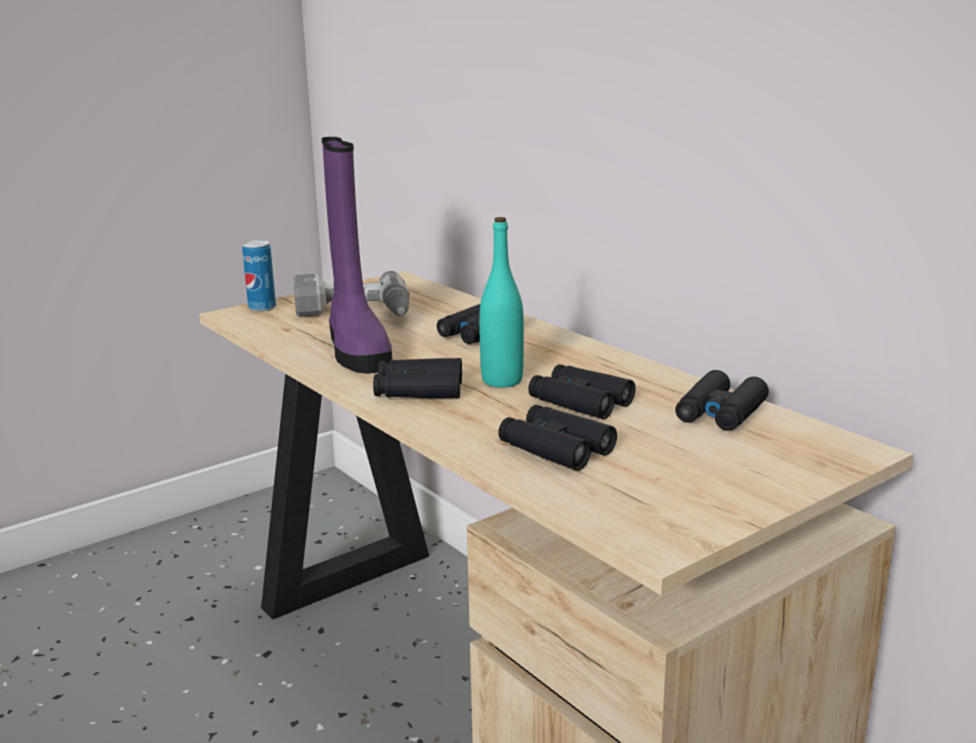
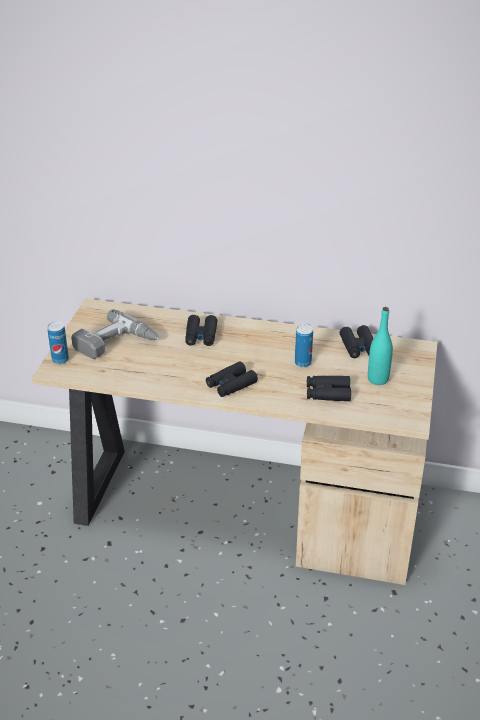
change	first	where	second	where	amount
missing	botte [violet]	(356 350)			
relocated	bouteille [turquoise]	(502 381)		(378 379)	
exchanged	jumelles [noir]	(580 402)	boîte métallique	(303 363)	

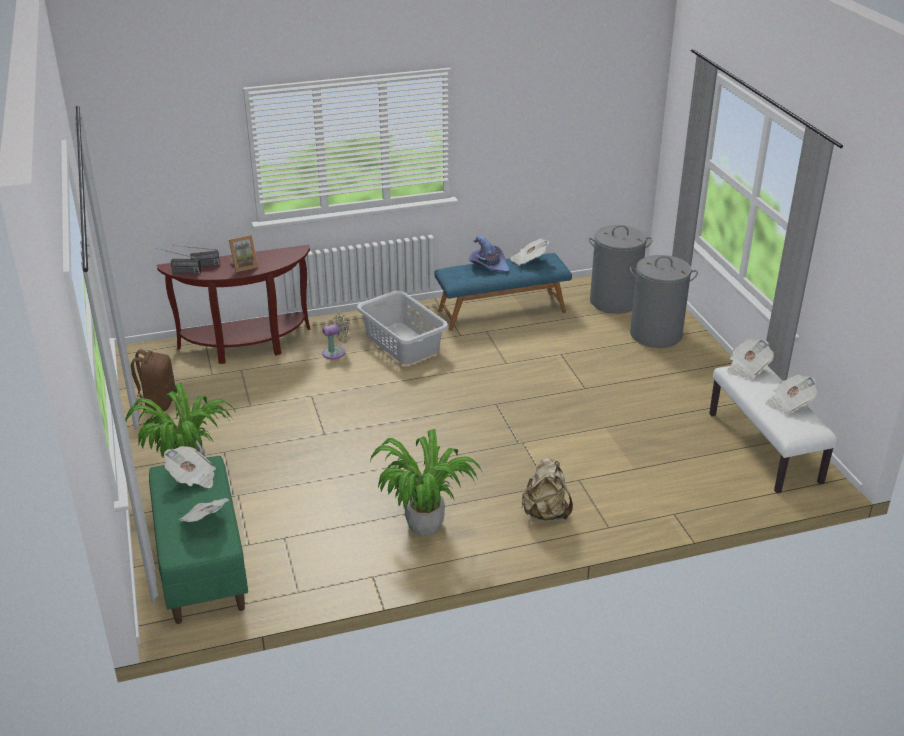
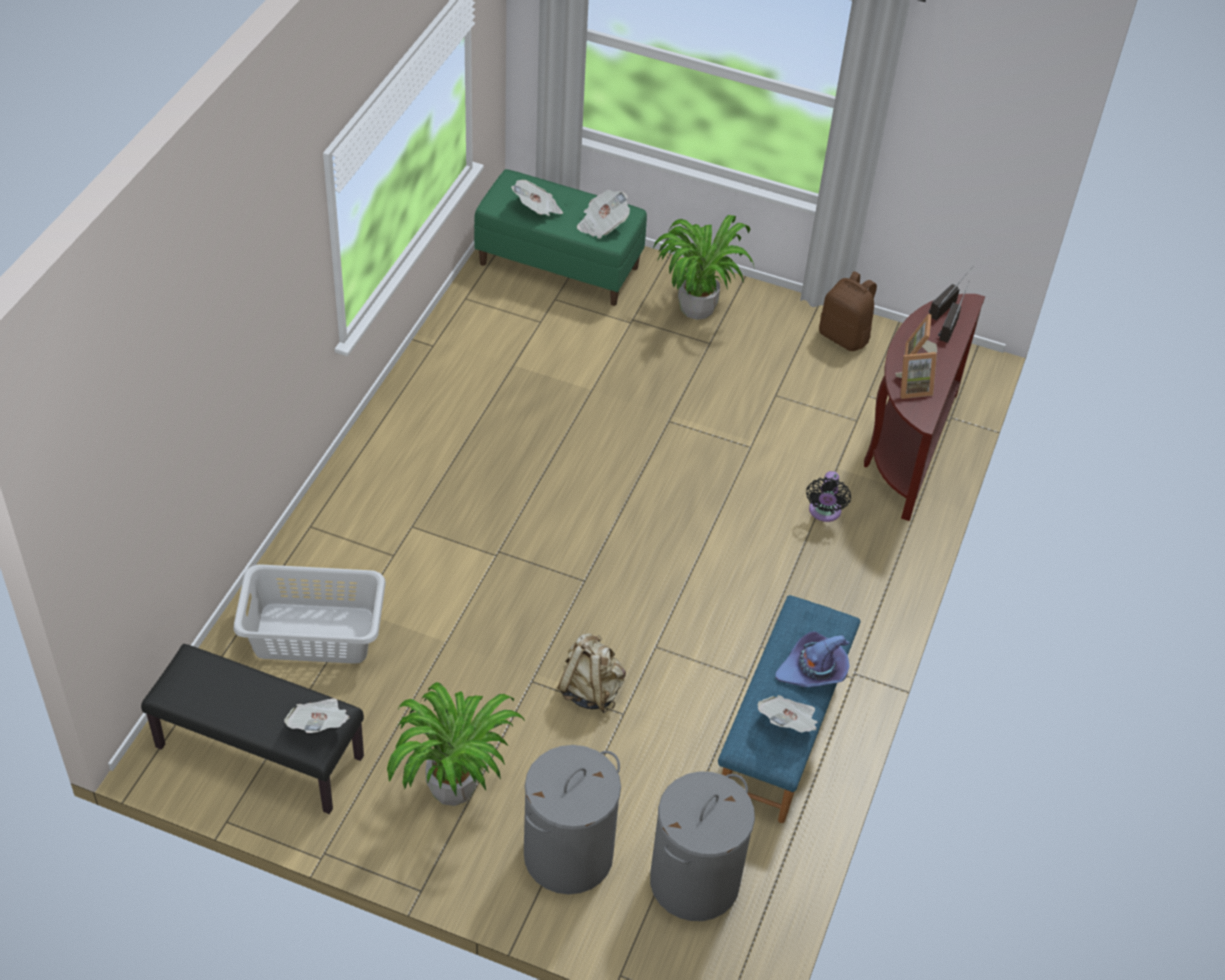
change	first	where	second	where	amount
relocated	panier à linge [gris]	(402 344)		(313 633)	
colour	ventilateur [beige]	(336 352)	ventilateur [noir]	(824 512)	
colour	banc [blanc]	(765 448)	banc [noir]	(258 753)	
missing	journal	(789 404)			
relocated	plante en pot	(424 525)		(453 786)	
relocated	sac à dos [beige]	(545 512)		(590 690)	
appeared			cadre photo	(912 388)	

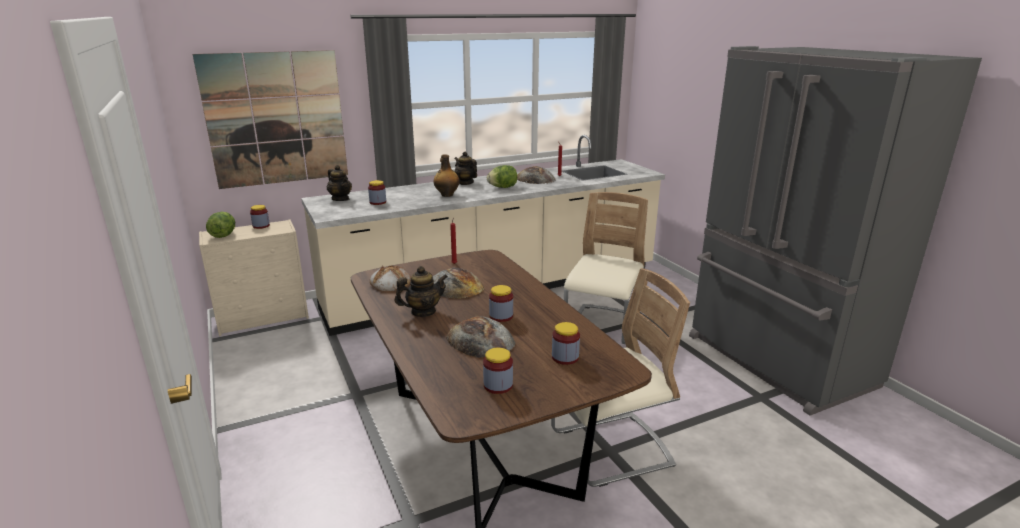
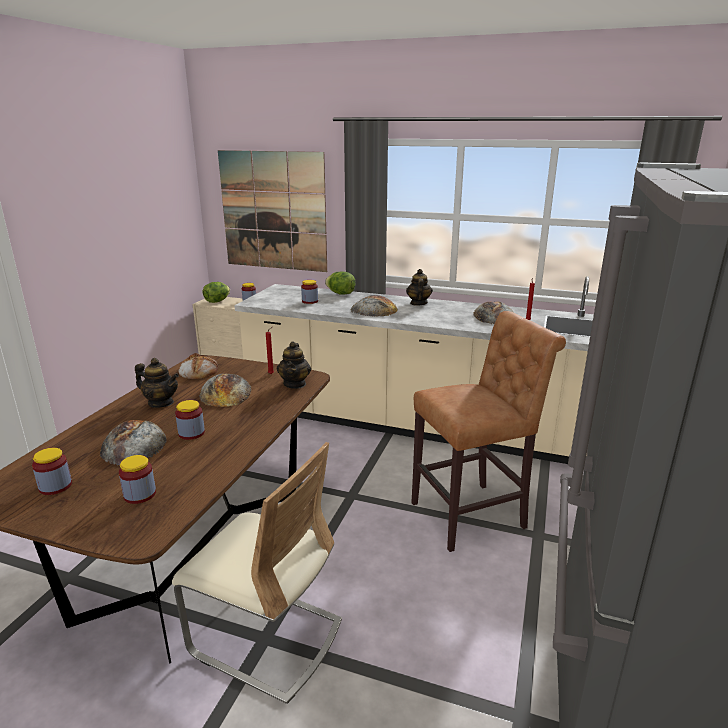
change	first	where	second	where	amount
exchanged	bouteille	(446 195)	pain	(374 310)	
relocated	théière	(340 199)		(295 384)	
relocated	laitue	(503 187)		(341 293)	
exchanged	chaise [beige]	(602 326)	tabouret [marron]	(473 514)	

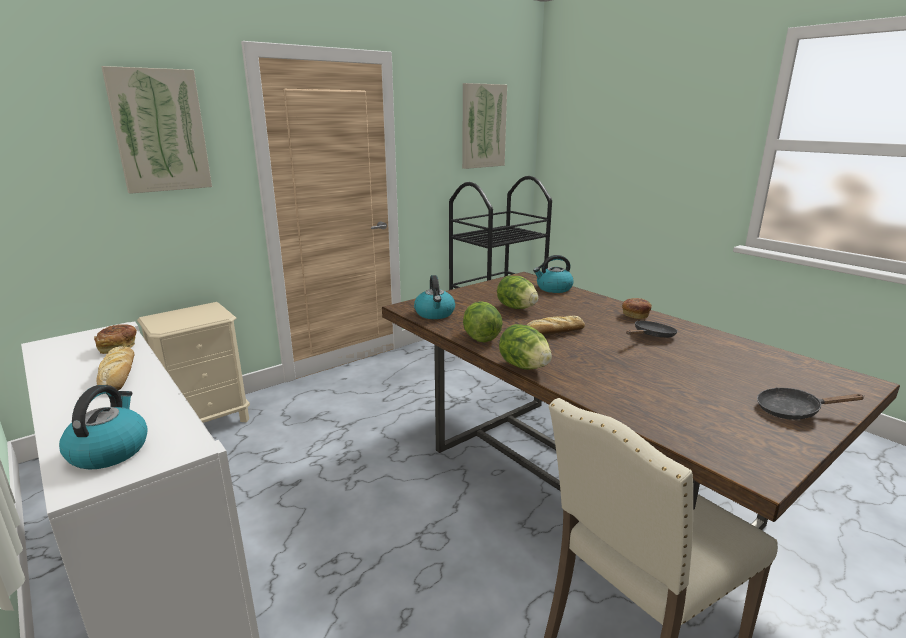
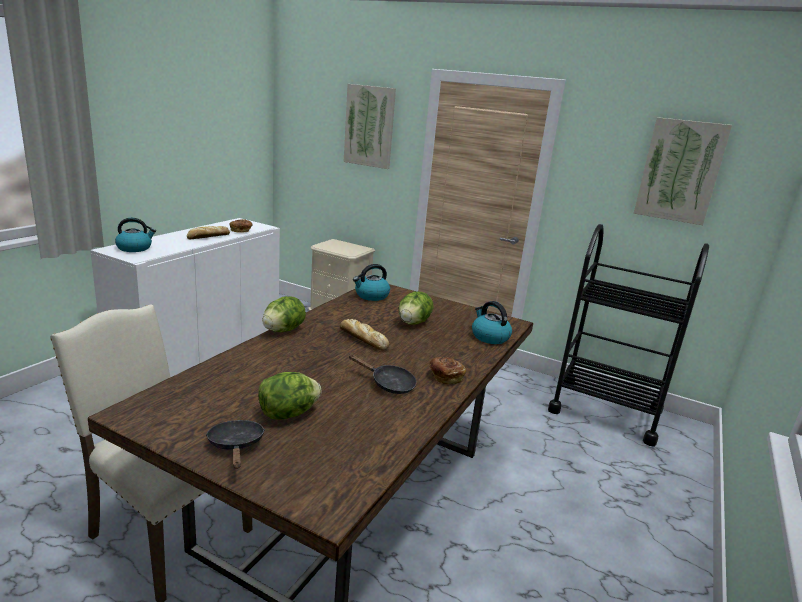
change	first	where	second	where	amount
relocated	laitue	(481 338)		(288 414)	

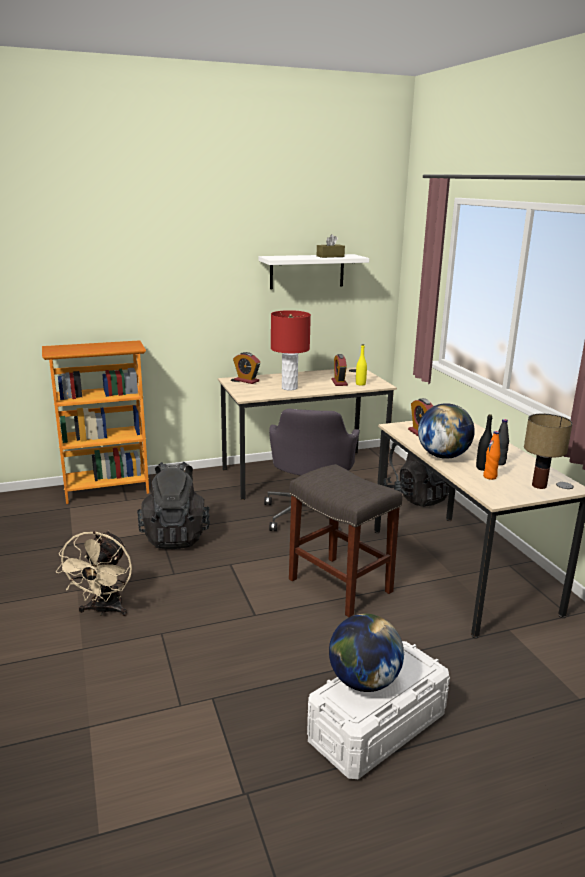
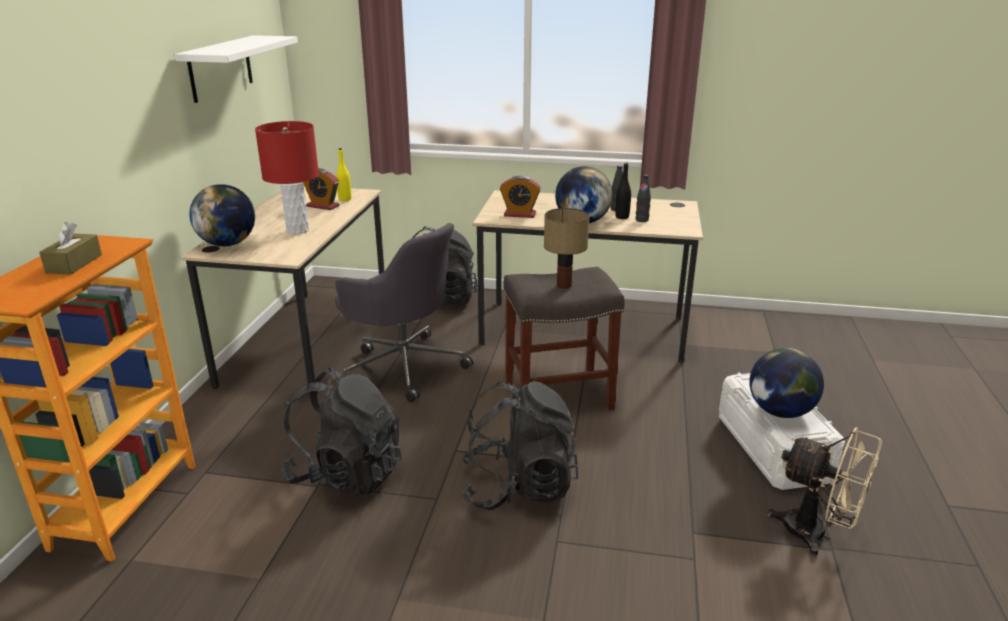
change	first	where	second	where	amount
relocated	boîte à mouchoirs [marron]	(330 256)		(74 264)	
exchanged	réveil	(246 380)	globe	(227 244)	
relocated	lampe de table	(539 485)		(563 285)	
colour	bouteille [orange]	(490 477)	bouteille [noir]	(642 220)	
relocated	ventilateur [beige]	(104 610)		(816 534)	
appeared			sac à dos [noir]	(518 487)	

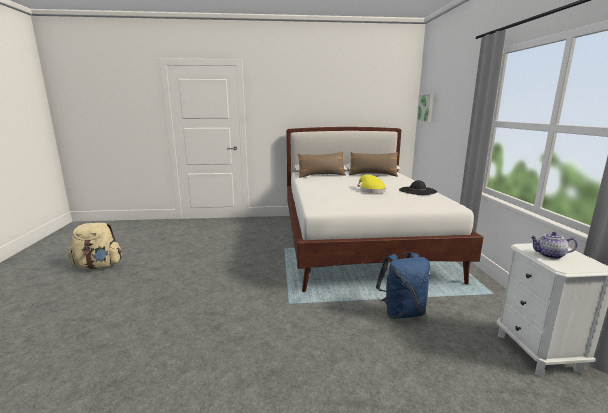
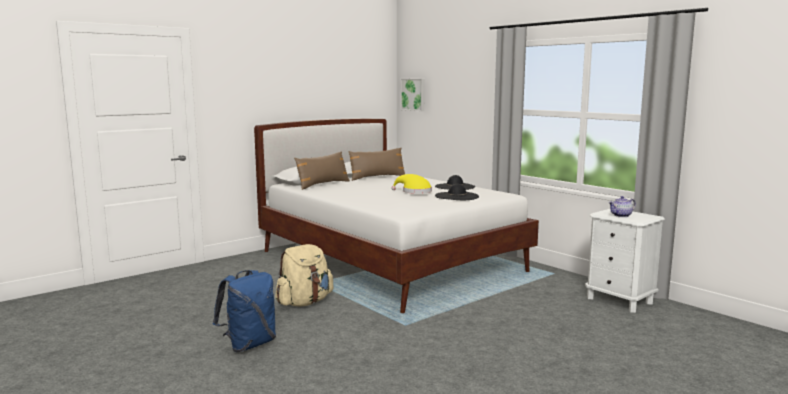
change	first	where	second	where	amount
relocated	sac à dos [beige]	(98 266)		(304 302)	
relocated	sac à dos [bleu]	(401 312)		(249 344)	
appeared			chapeau [noir]	(456 196)	

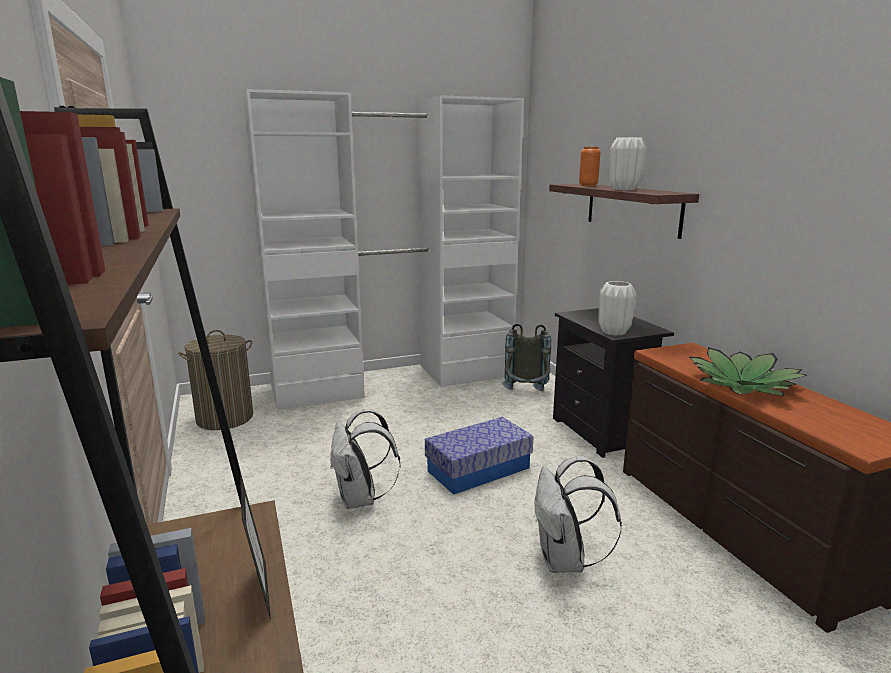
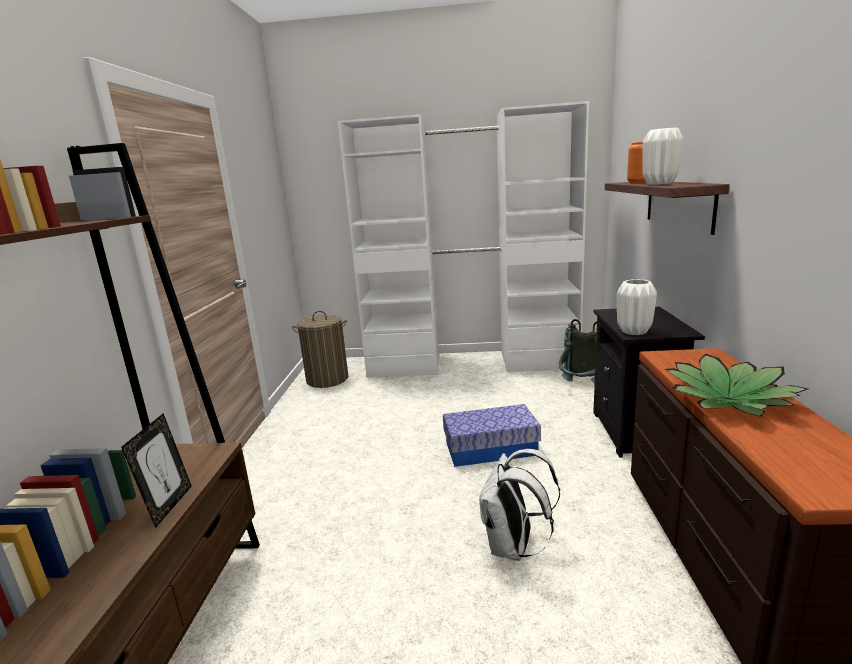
change	first	where	second	where	amount
missing	sac à dos [blanc]	(361 499)			

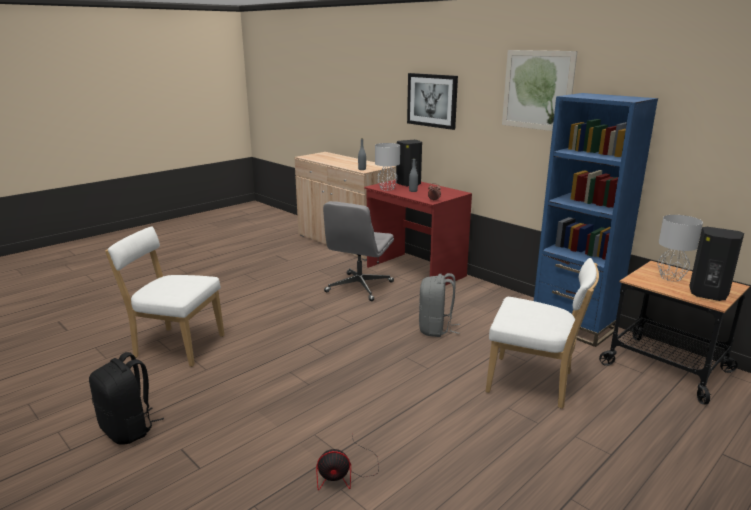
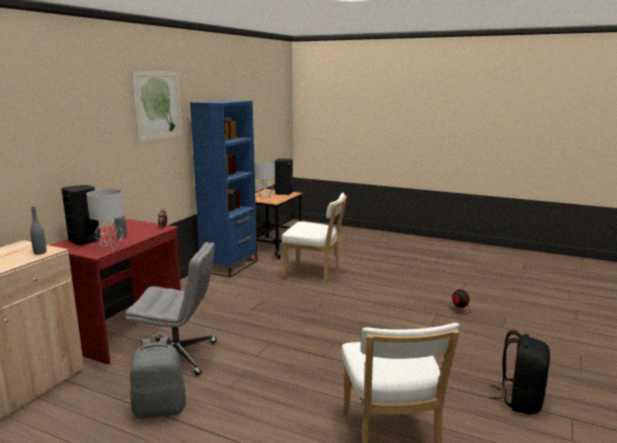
change	first	where	second	where	amount
missing	tableau	(432 100)			
spun	chaise [blanc]	(534 383)		(315 273)	105 degrees clockwise
relocated	sac à dos [gris]	(436 329)		(160 409)	

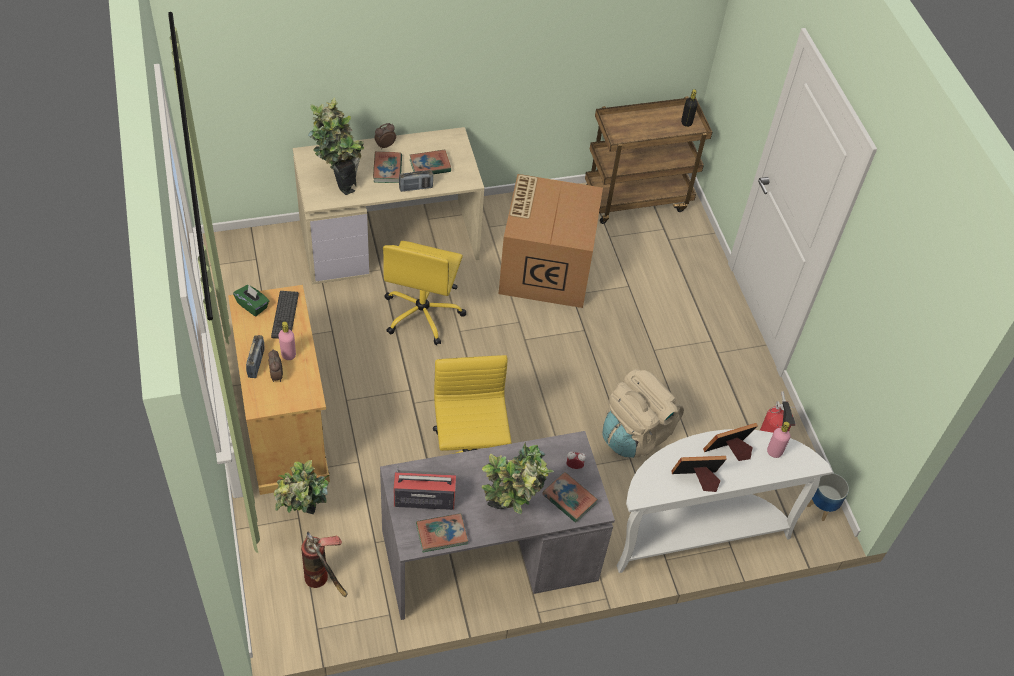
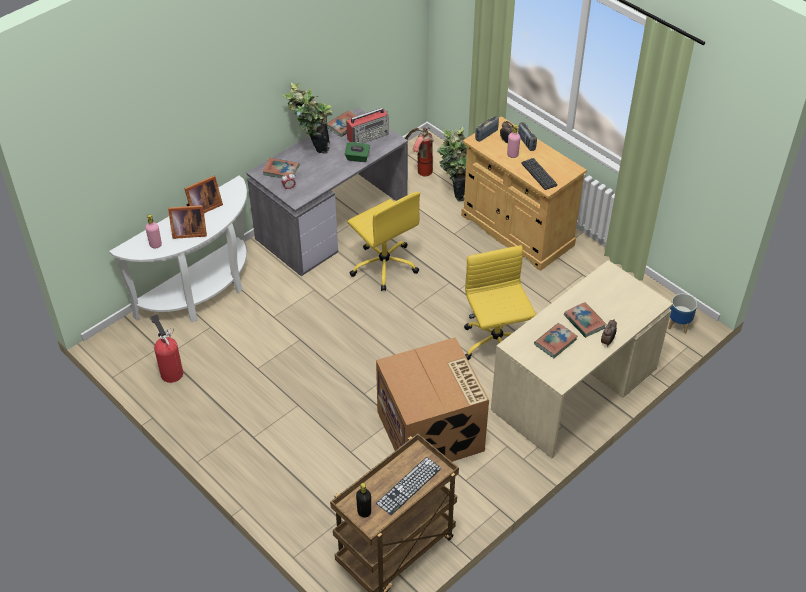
change	first	where	second	where	amount
missing	plante en pot	(338 181)			
relocated	radio	(416 188)		(486 135)	
relocated	boîte à mouchoirs [vert]	(252 305)		(357 158)	
missing	sac à dos [beige]	(636 434)			
spun	cadre photo	(729 452)		(188 232)	45 degrees clockwise
relocated	cache-pot	(821 507)		(679 325)	
appeared			clavier	(409 486)	

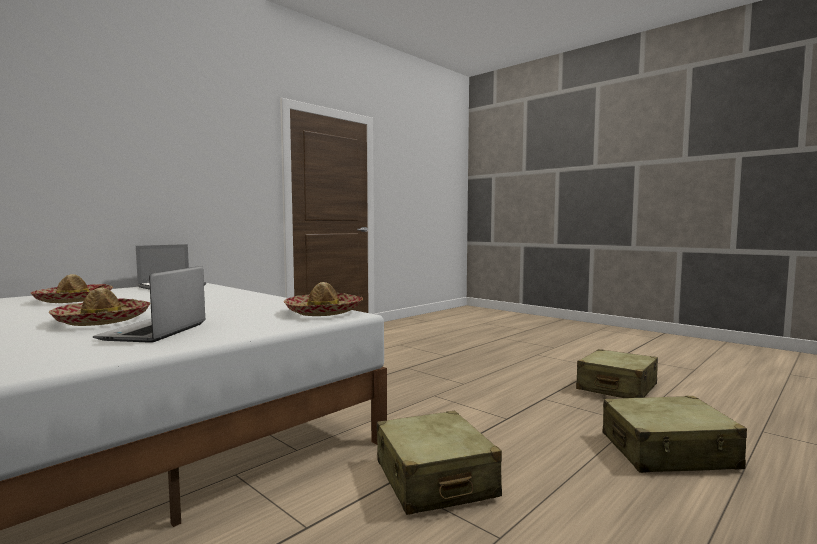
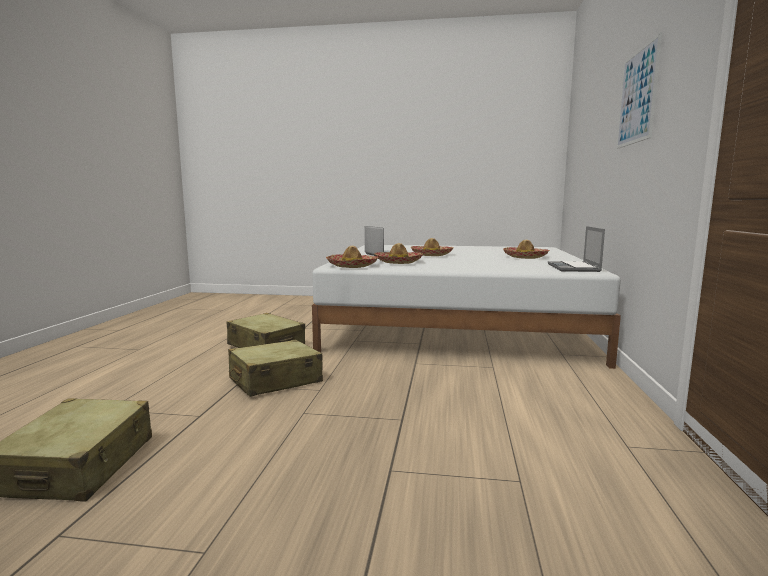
change	first	where	second	where	amount
relocated	valise [beige]	(668 451)		(275 381)	
appeared			tableau	(637 96)	
appeared			chapeau	(398 262)	

